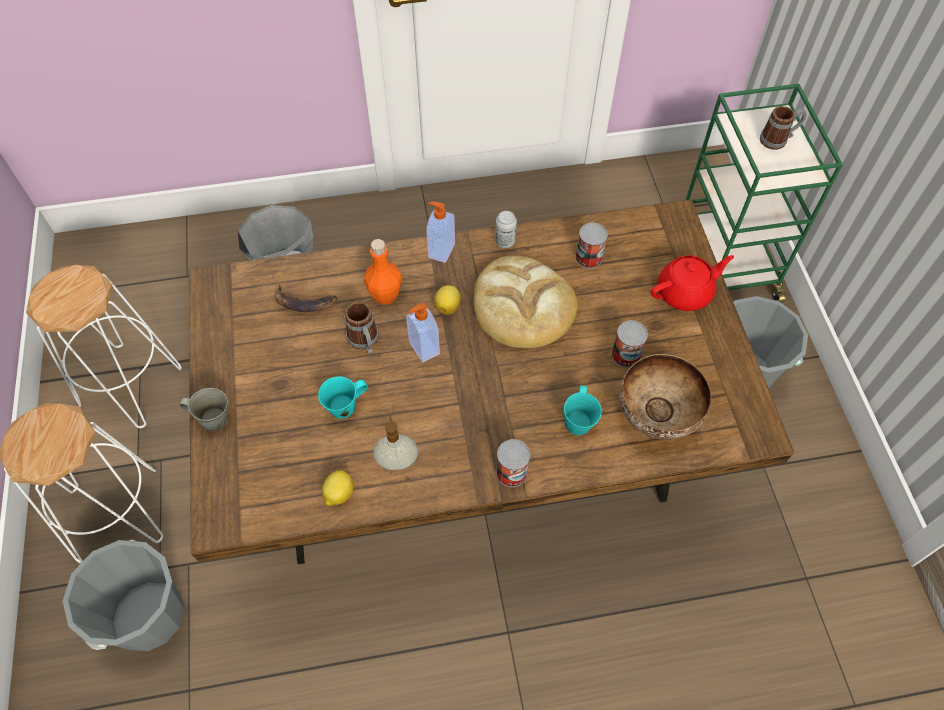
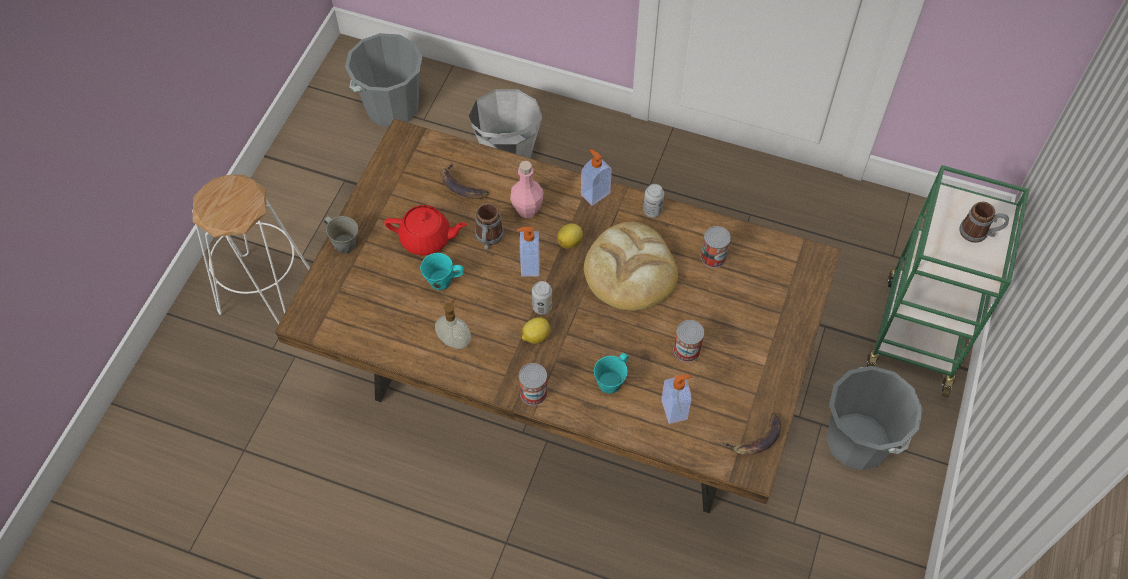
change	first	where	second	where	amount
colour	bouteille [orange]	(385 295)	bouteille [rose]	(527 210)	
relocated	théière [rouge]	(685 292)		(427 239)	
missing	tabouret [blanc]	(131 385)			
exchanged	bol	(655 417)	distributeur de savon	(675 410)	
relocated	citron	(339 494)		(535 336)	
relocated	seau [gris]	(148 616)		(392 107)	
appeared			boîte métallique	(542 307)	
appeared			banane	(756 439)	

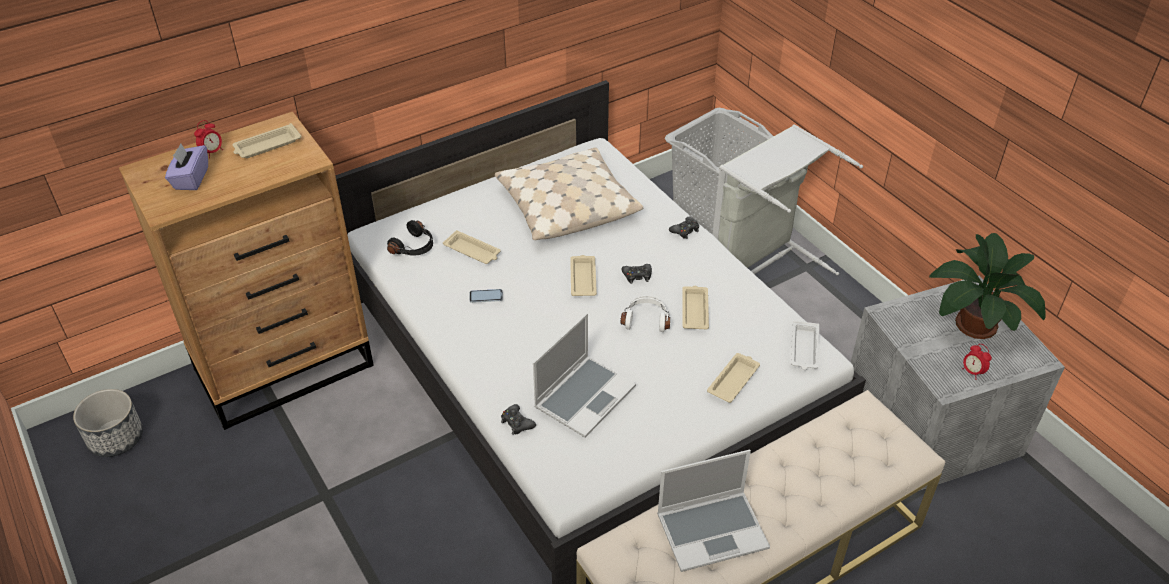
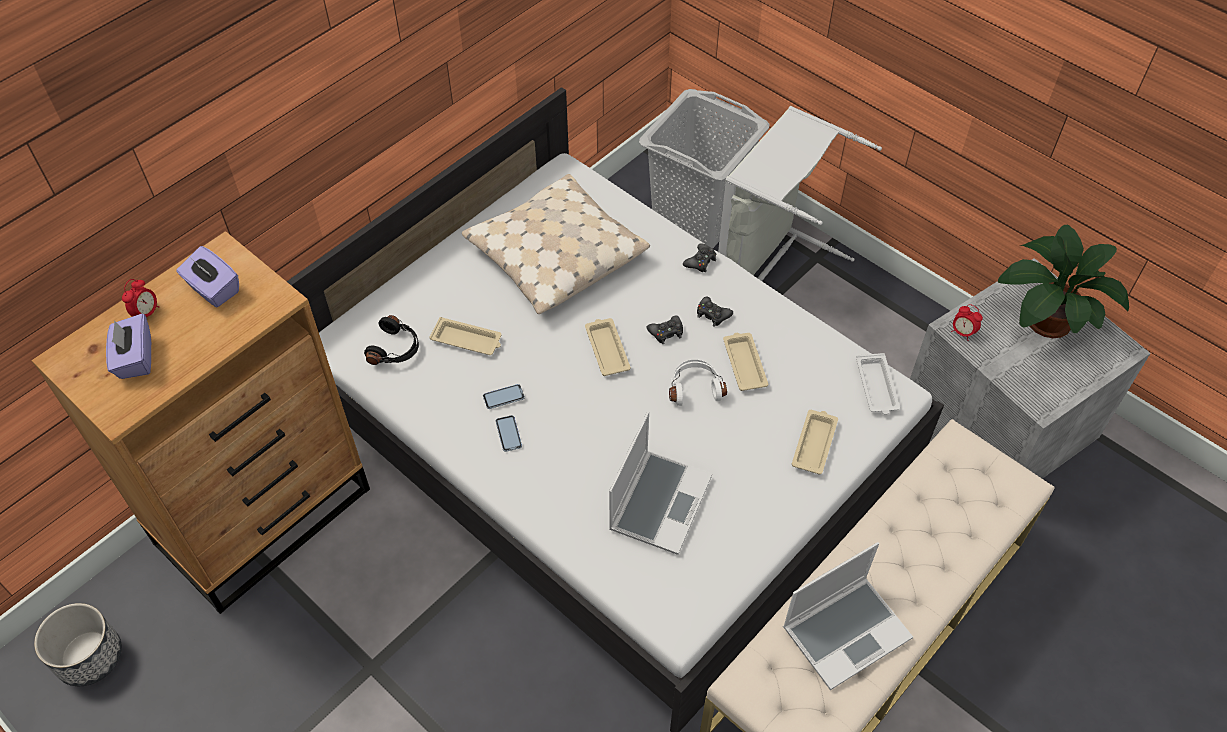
change	first	where	second	where	amount
exchanged	plateau [beige]	(266 146)	boîte à mouchoirs [violet]	(213 289)	
relocated	réveil	(972 372)		(962 333)	
relocated	manette [noir]	(517 423)		(712 314)	
appeared			téléphone	(508 434)	

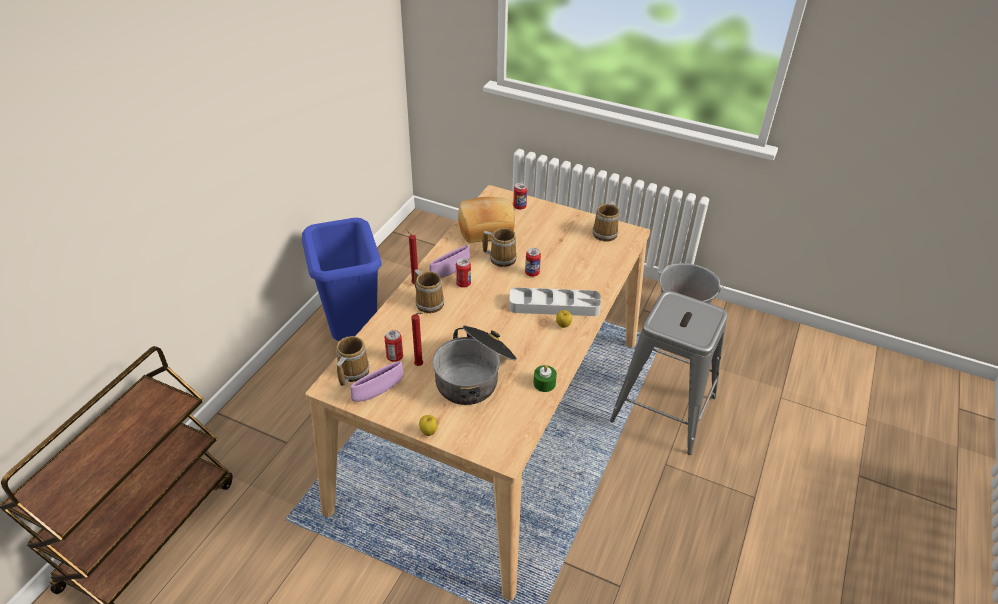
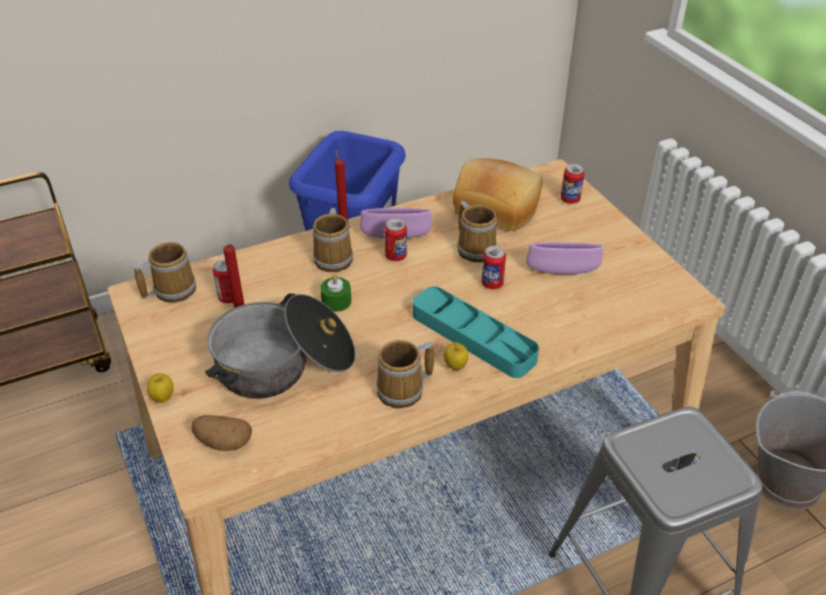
change	first	where	second	where	amount
relocated	mug	(606 233)		(404 390)	
colour	plateau [gris]	(554 306)	plateau [turquoise]	(473 337)	
relocated	bol [violet]	(378 392)		(562 272)	
relocated	bougie [vert]	(544 383)		(336 301)	
appeared			pomme de terre	(223 442)	

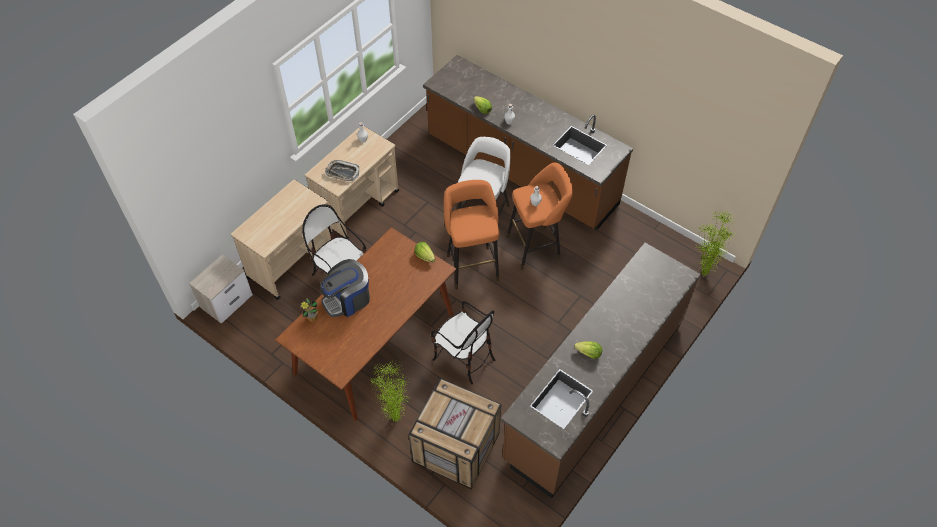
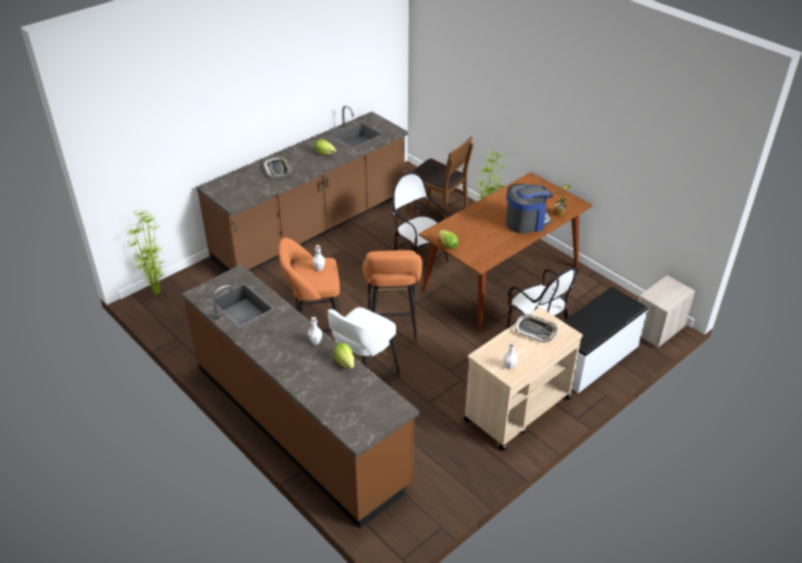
change	first	where	second	where	amount
exchanged	chariot [beige]	(292 261)	banc [blanc]	(592 358)	
exchanged	caisse	(456 446)	chaise [marron]	(437 210)	
appeared			plateau	(277 169)	

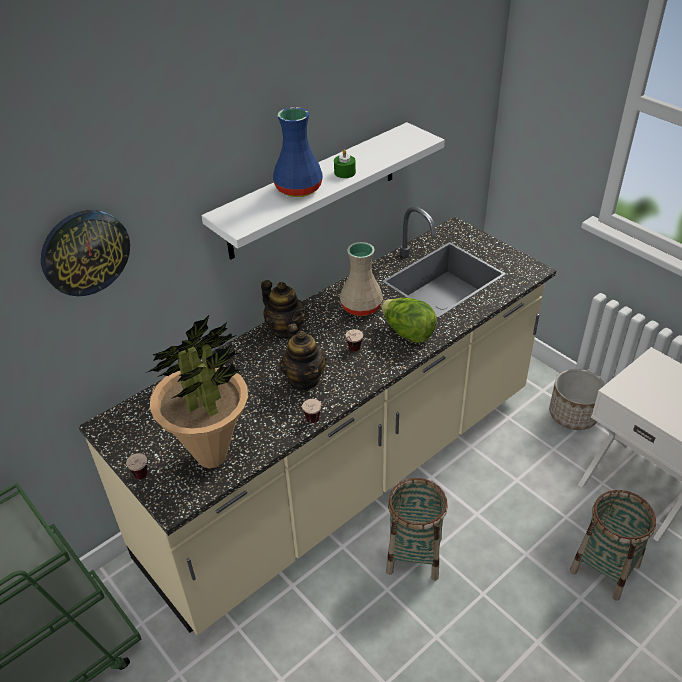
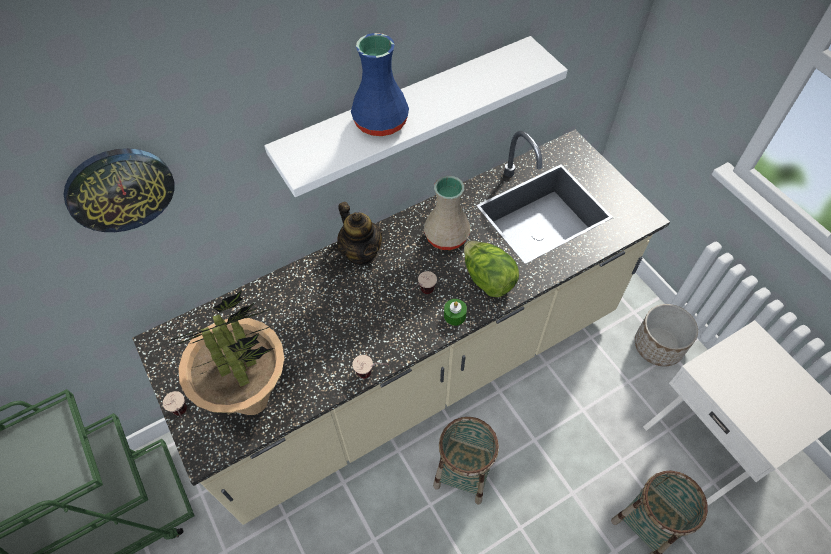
change	first	where	second	where	amount
relocated	bougie [vert]	(344 172)		(454 315)	
missing	théière	(305 379)			

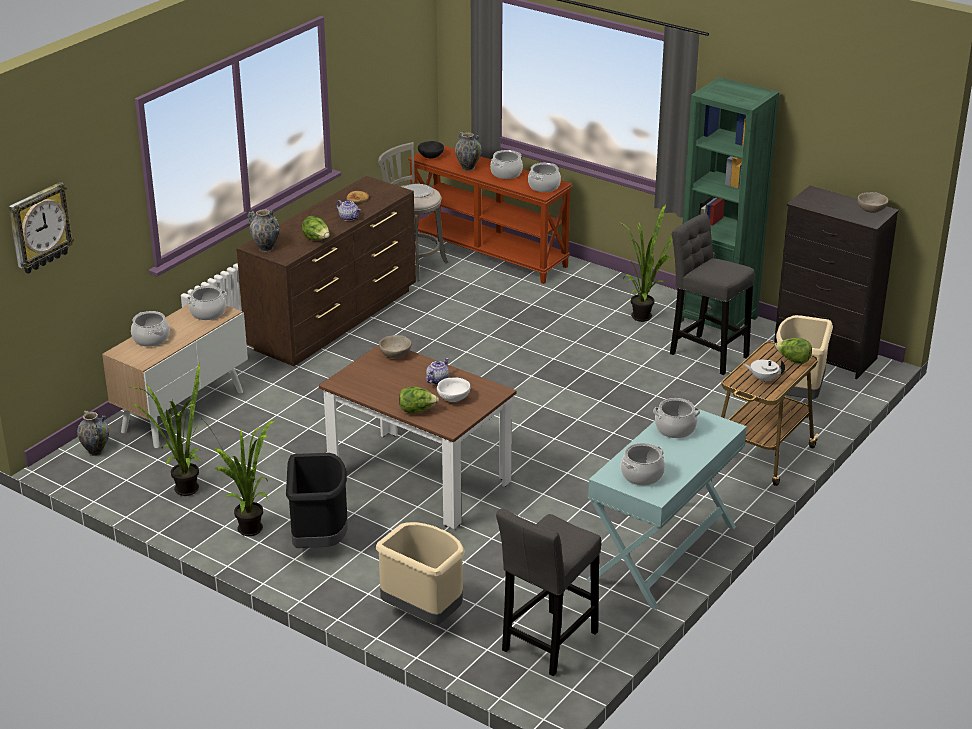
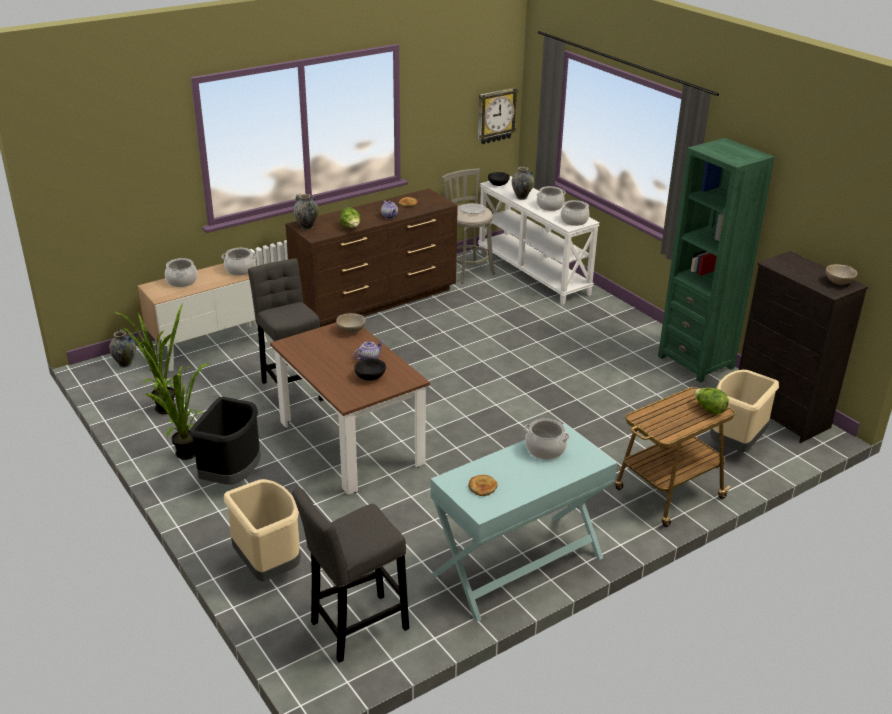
change	first	where	second	where	amount
colour	table console [marron]	(489 252)	table console [blanc]	(533 272)	
relocated	horloge murale	(39 228)		(495 115)	
missing	plante en pot	(646 316)			
relocated	tabouret [gris]	(706 353)		(292 388)	
missing	théière [blanc]	(763 379)			
colour	bol [blanc]	(453 398)	bol [noir]	(370 377)	
missing	laitue	(417 411)			
exchanged	marmite	(642 475)	pain	(482 487)	

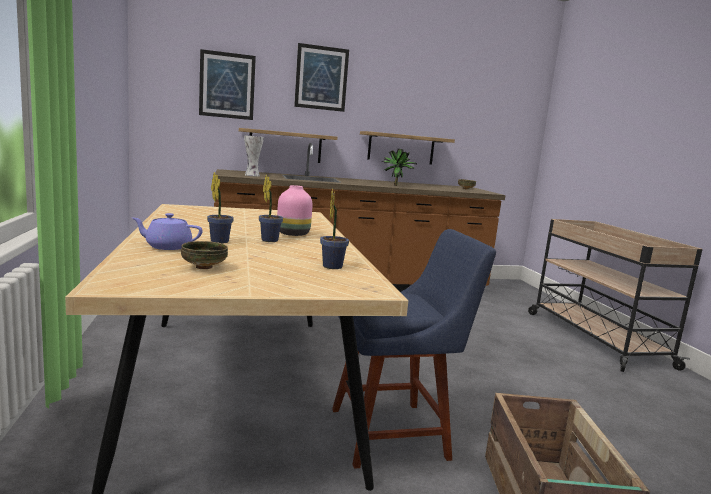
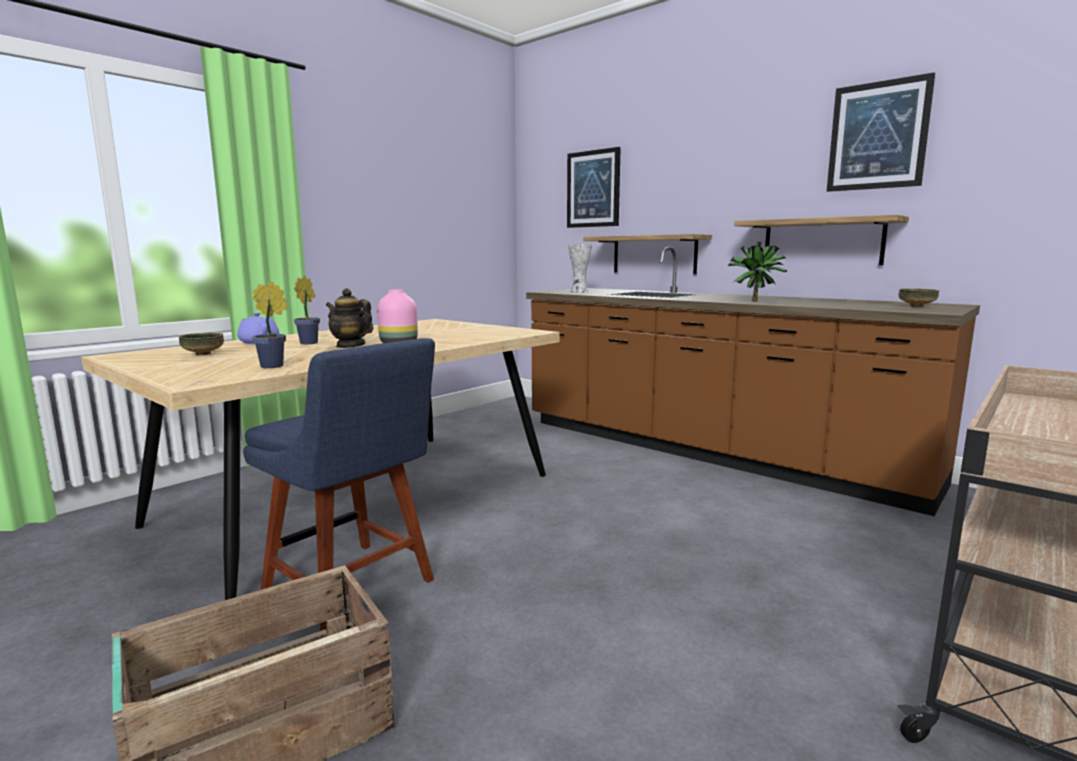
change	first	where	second	where	amount
relocated	tableau	(321 78)		(878 136)	
exchanged	plante en pot	(269 240)	théière	(350 346)	

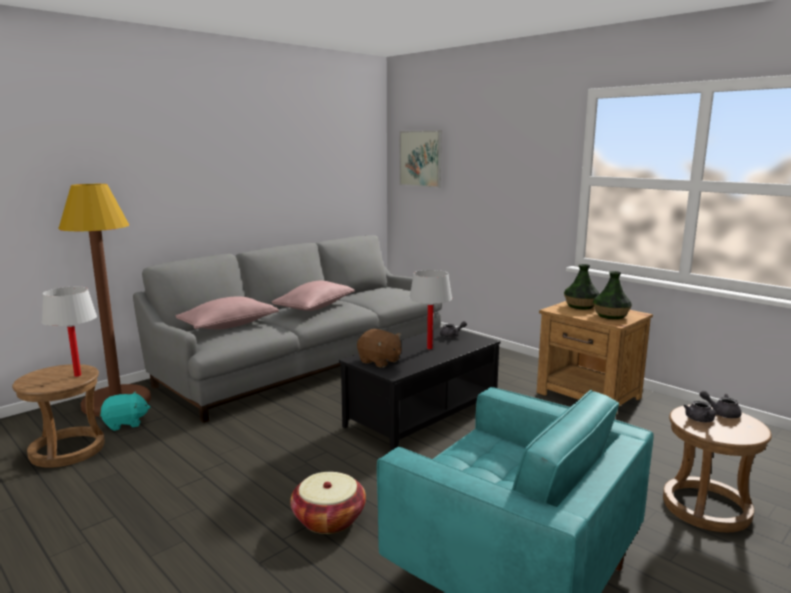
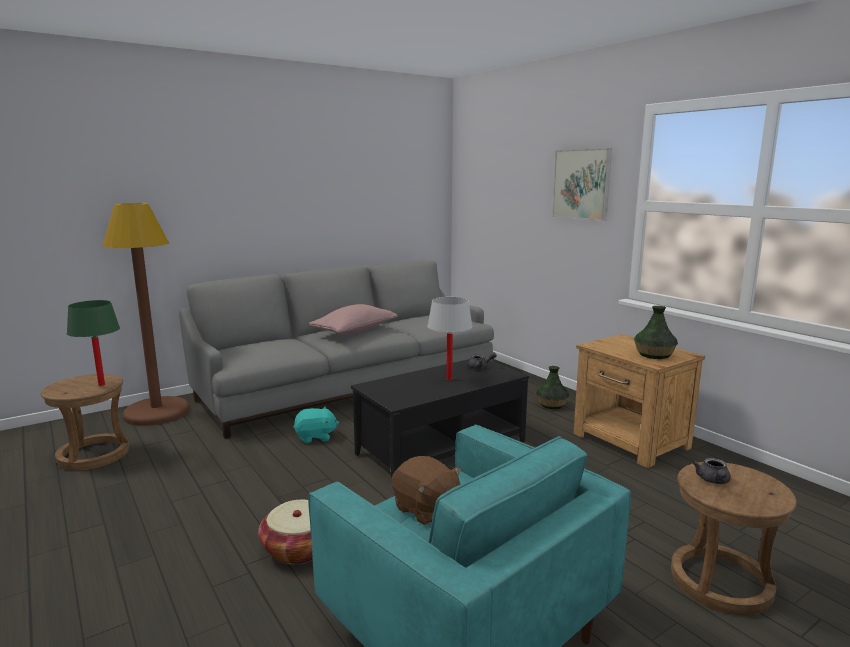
change	first	where	second	where	amount
relocated	tableau	(420 158)		(581 184)	
relocated	vase	(580 306)		(551 405)	
colour	lampe de table [blanc]	(77 375)	lampe de table [vert]	(101 385)	
missing	coussin [rose]	(229 326)			
relocated	peluche [marron]	(379 361)		(426 509)	
relocated	peluche [turquoise]	(125 423)		(315 437)	
missing	théière [gris]	(721 413)			

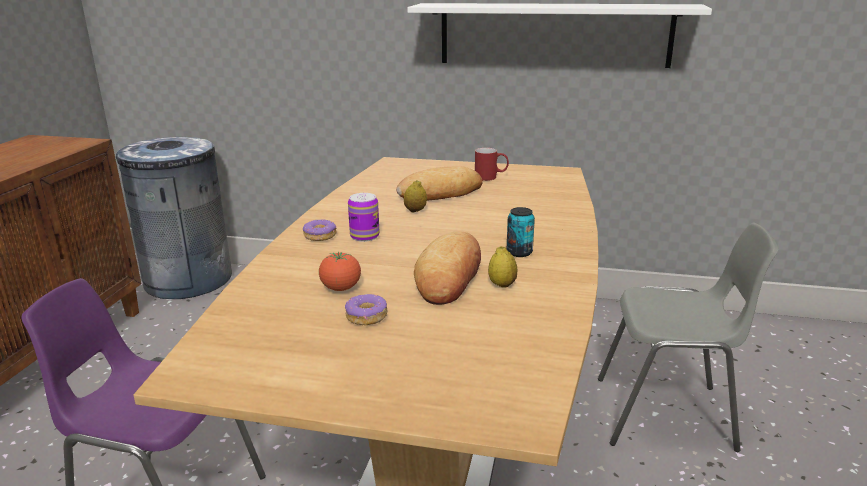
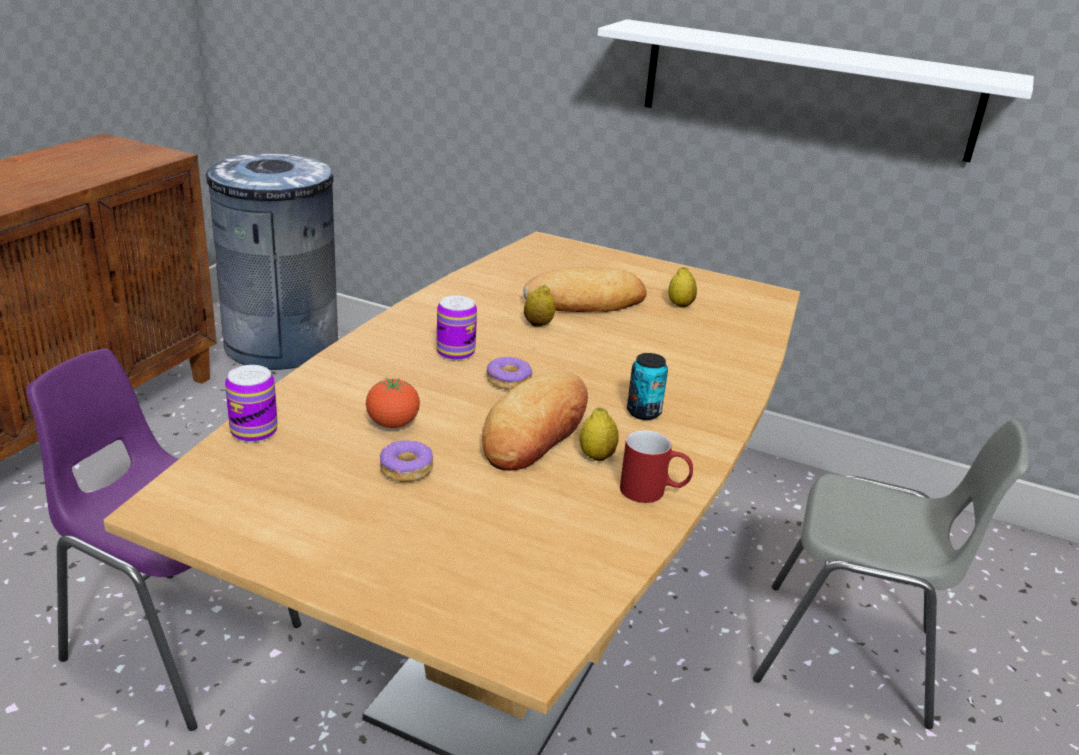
change	first	where	second	where	amount
relocated	mug [rouge]	(491 177)		(653 492)	
relocated	beignet	(320 236)		(509 381)	
appeared			citron	(680 305)	
appeared			boîte métallique	(254 431)	

